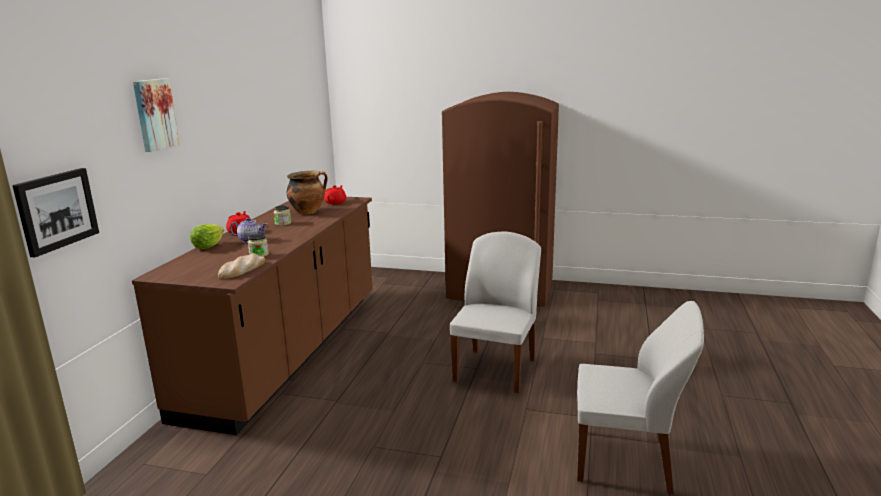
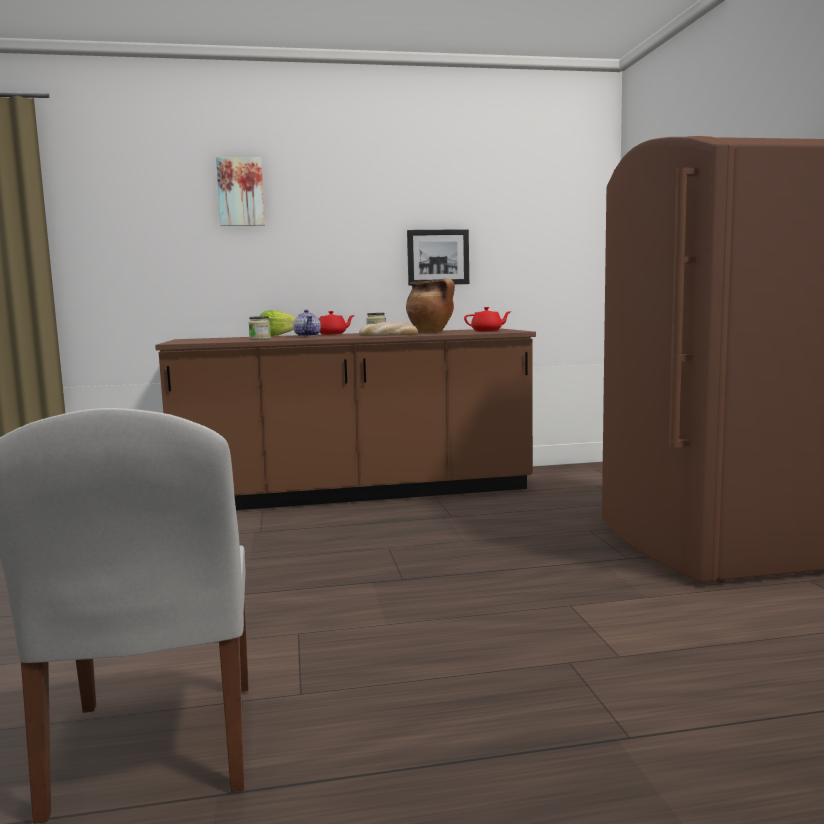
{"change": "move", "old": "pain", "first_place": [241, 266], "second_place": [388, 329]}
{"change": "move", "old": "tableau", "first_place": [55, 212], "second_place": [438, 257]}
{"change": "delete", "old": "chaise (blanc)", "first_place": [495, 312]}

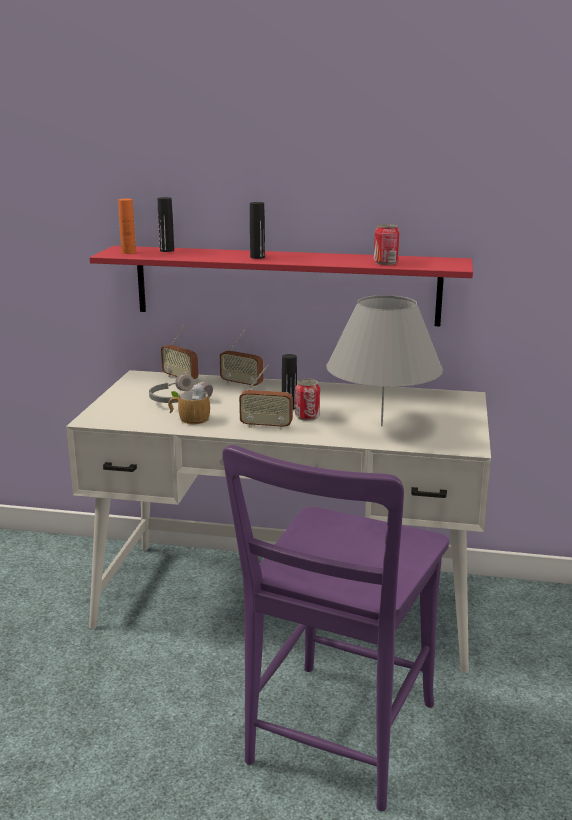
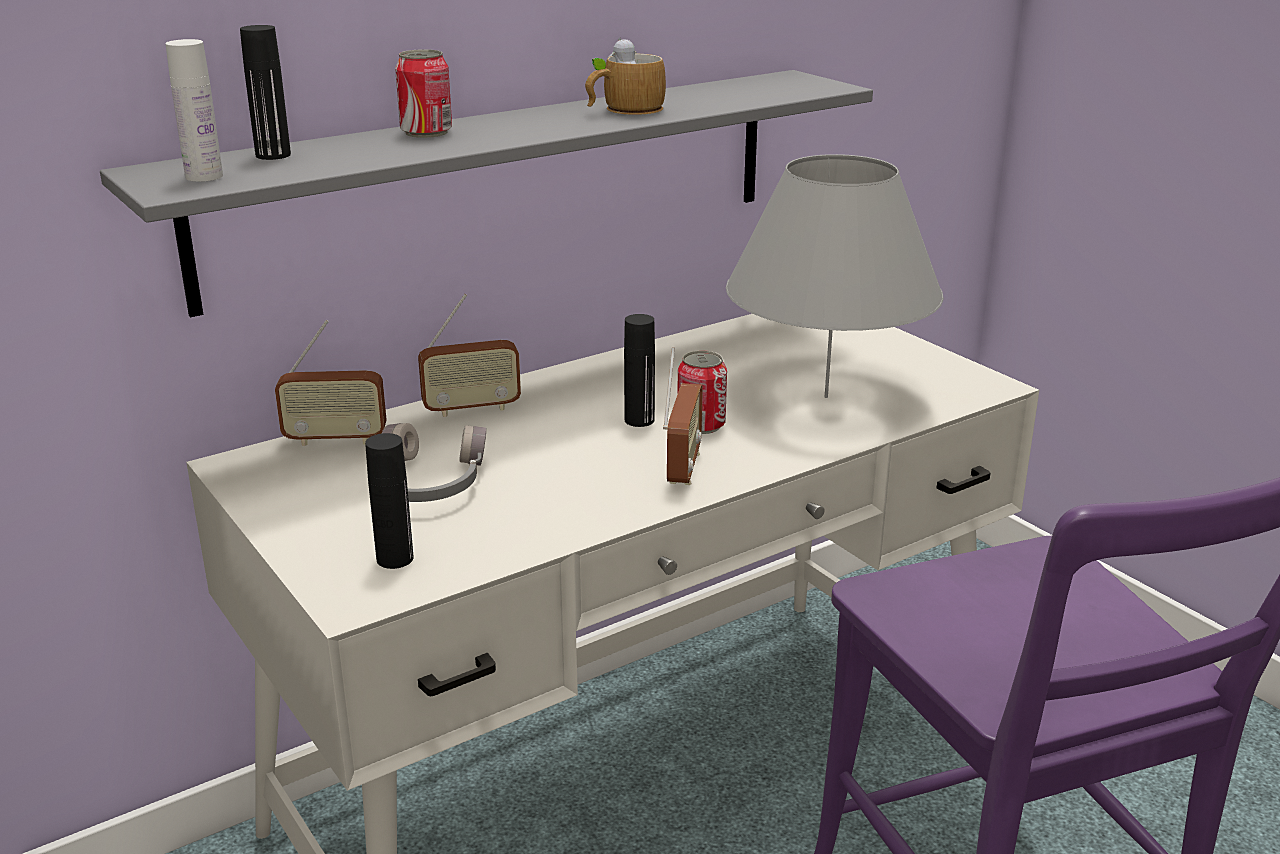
{"change": "recolor", "old": "étagère (rouge)", "new": "étagère (gris)", "first_place": [281, 286], "second_place": [486, 193]}
{"change": "recolor", "old": "bouteille (orange)", "new": "bouteille (blanc)", "first_place": [127, 226], "second_place": [194, 110]}
{"change": "move", "old": "bouteille (noir)", "first_place": [257, 230], "second_place": [389, 501]}
{"change": "move", "old": "boîte métallique", "first_place": [387, 244], "second_place": [423, 93]}
{"change": "move", "old": "mug", "first_place": [189, 403], "second_place": [625, 76]}
{"change": "rotate", "old": "radio", "first_place": [266, 397], "second_place": [683, 416], "degrees": -45}

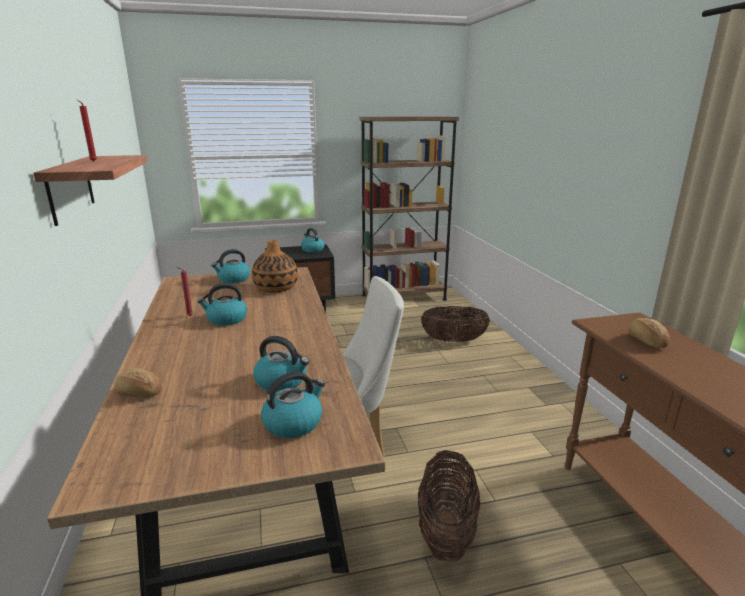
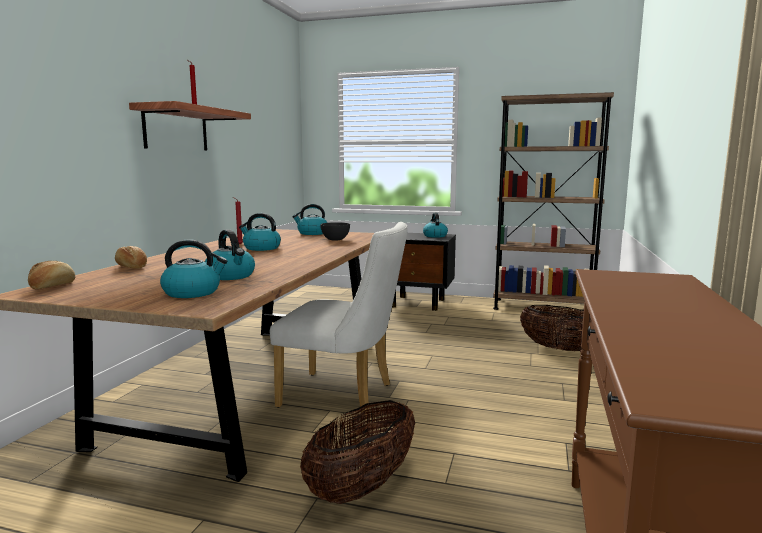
{"change": "move", "old": "pain", "first_place": [649, 333], "second_place": [51, 275]}
{"change": "replace", "old": "vase", "new": "bol (gris)", "first_place": [275, 266], "second_place": [335, 231]}

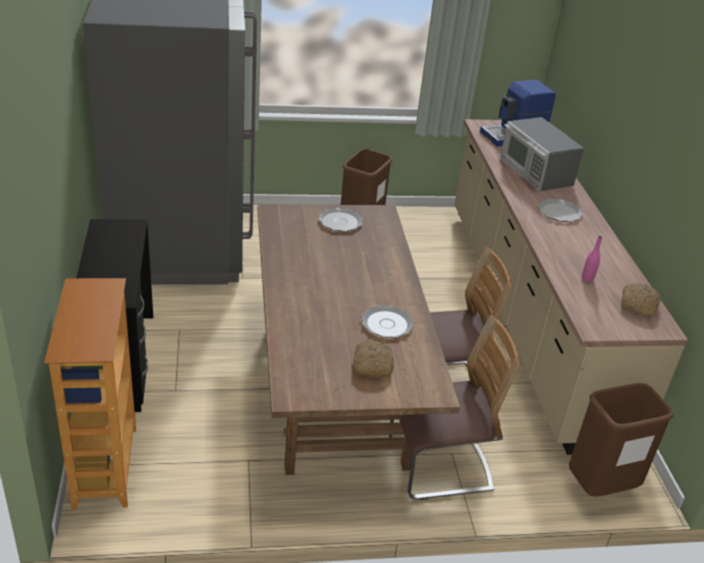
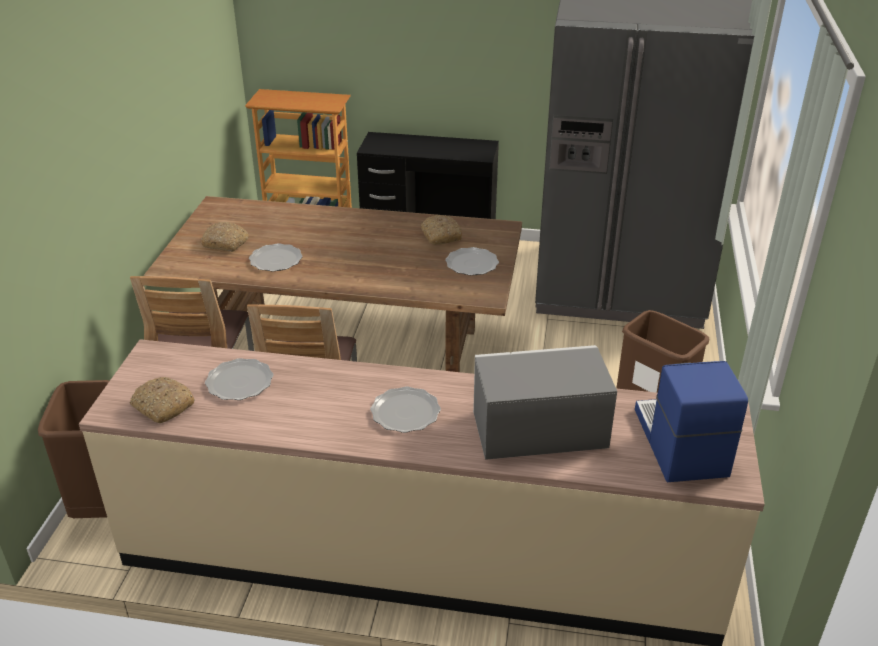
{"change": "replace", "old": "bouteille (rose)", "new": "assiette", "first_place": [592, 259], "second_place": [239, 379]}
{"change": "insert", "new": "pain", "second_place": [441, 230]}

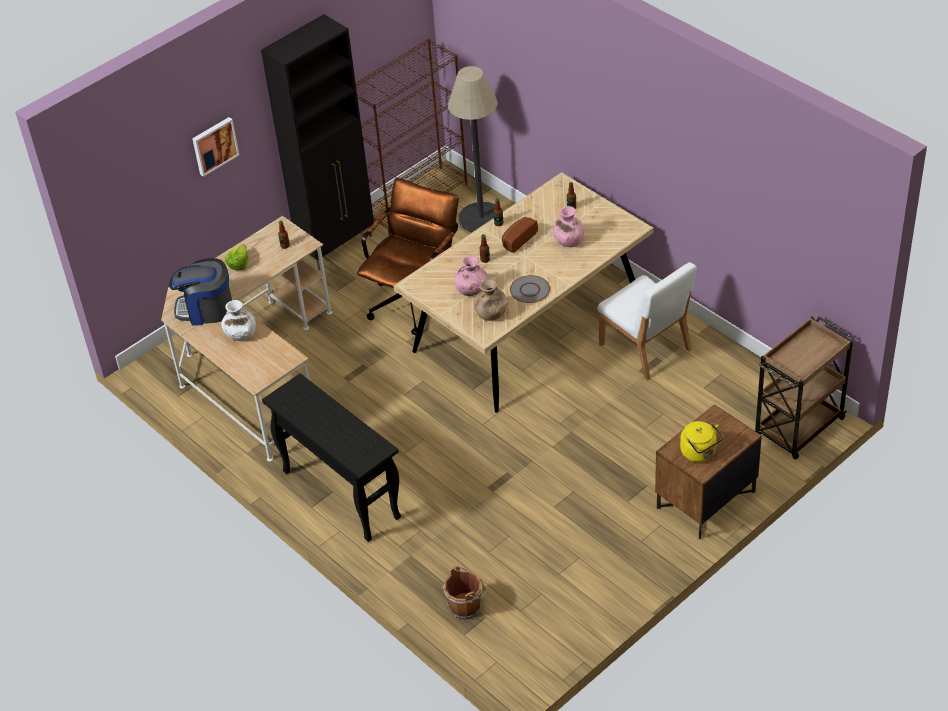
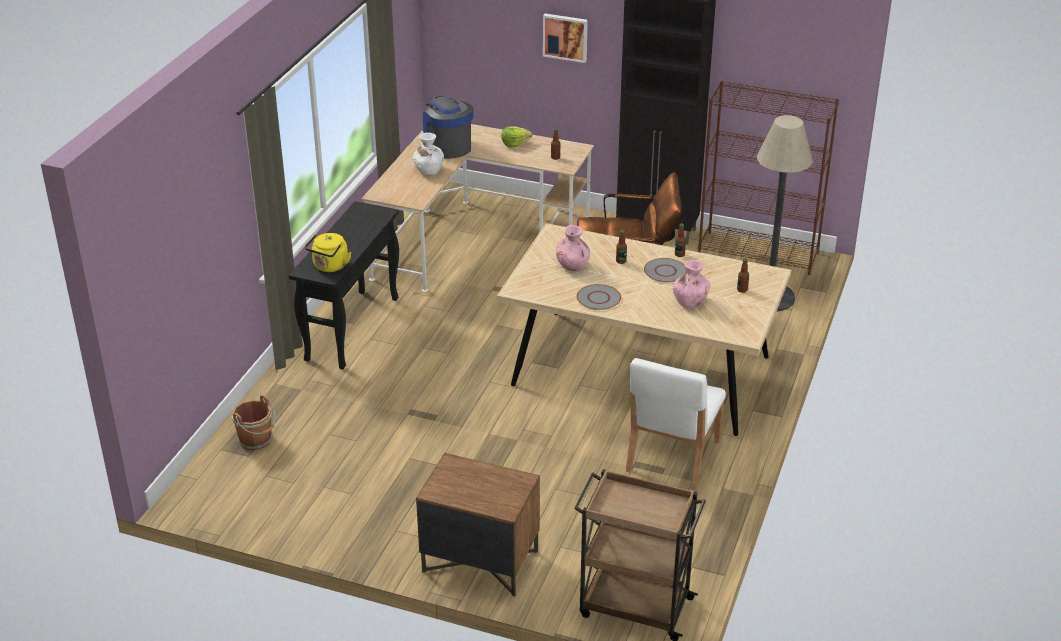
{"change": "move", "old": "bouilloire (jaune)", "first_place": [702, 441], "second_place": [328, 252]}
{"change": "replace", "old": "pain", "new": "assiette (gris)", "first_place": [520, 235], "second_place": [665, 270]}
{"change": "delete", "old": "vase (marron)", "first_place": [491, 300]}

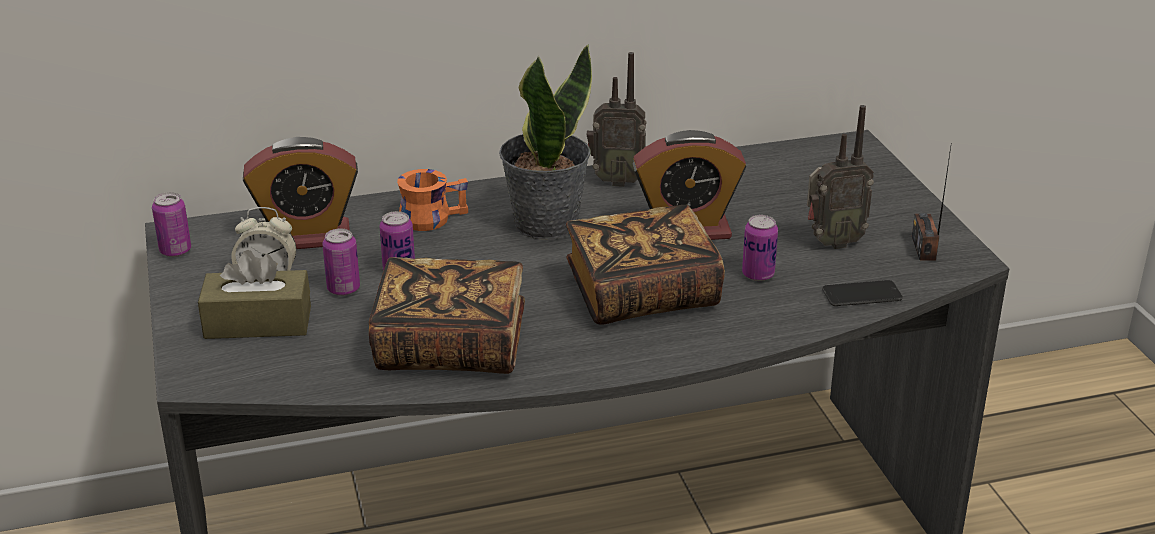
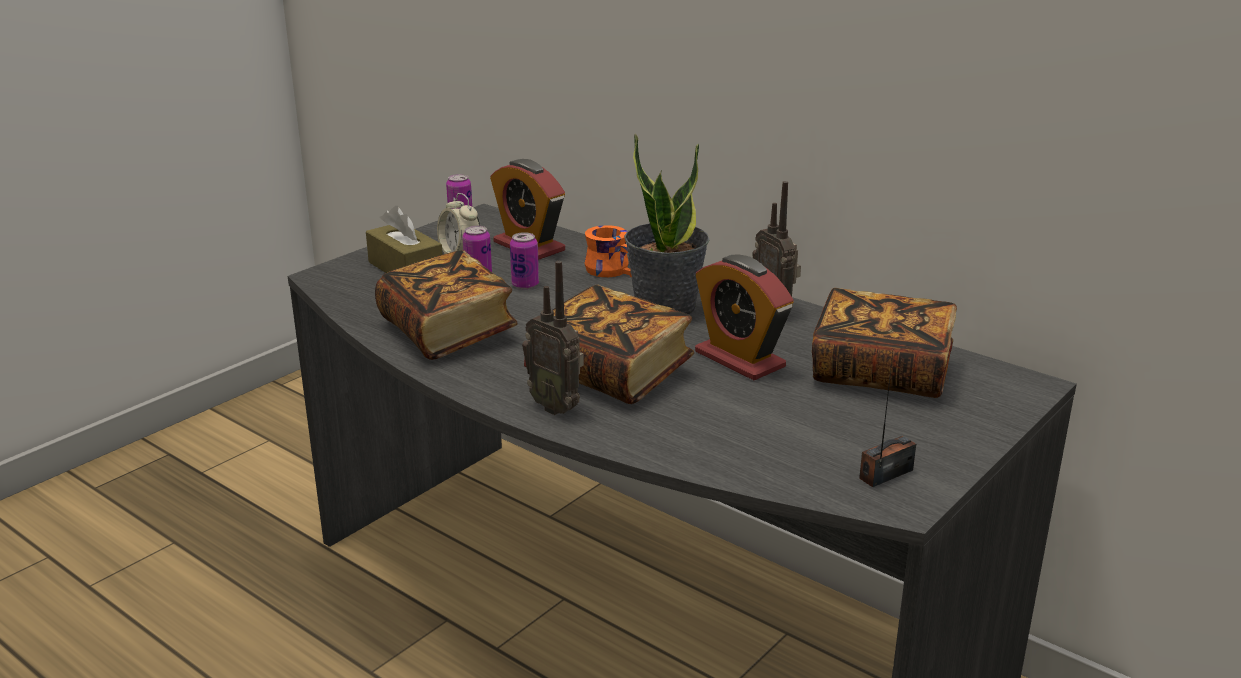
{"change": "move", "old": "radio", "first_place": [840, 177], "second_place": [553, 338]}
{"change": "insert", "new": "livre", "second_place": [884, 343]}
{"change": "delete", "old": "boîte métallique", "first_place": [760, 248]}
{"change": "delete", "old": "téléphone", "first_place": [862, 293]}

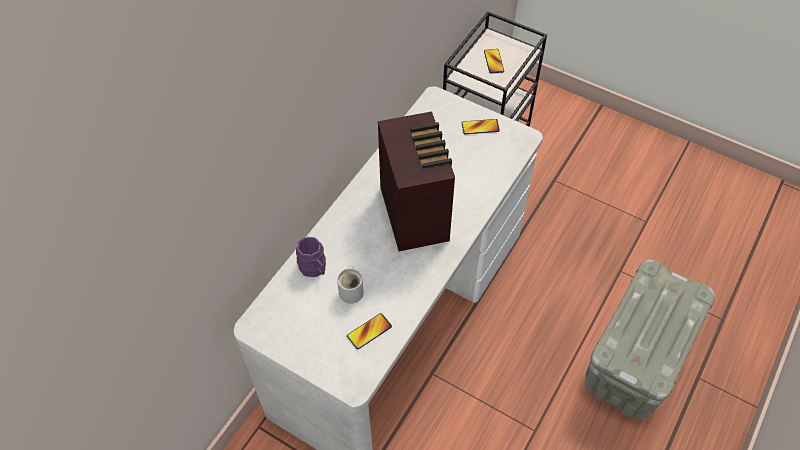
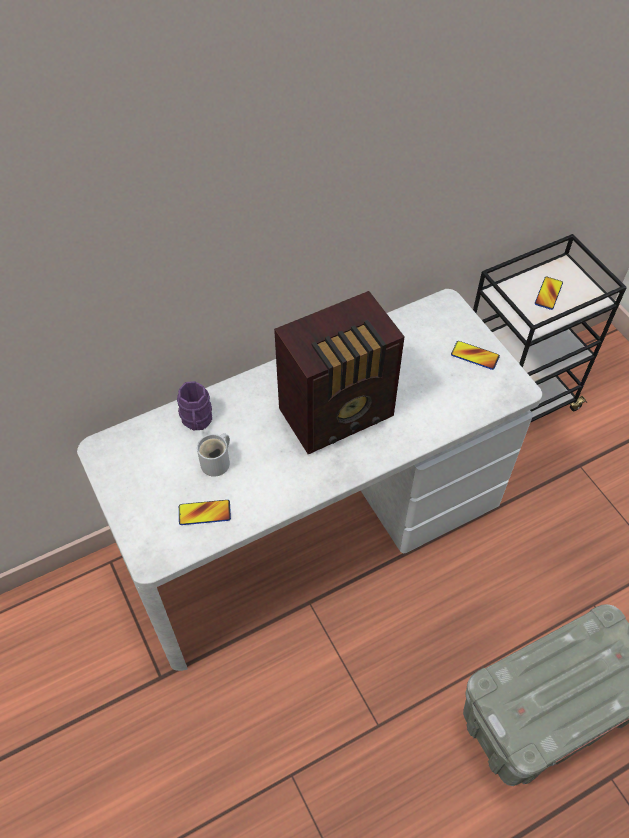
{"change": "rotate", "old": "radio", "first_place": [416, 181], "second_place": [339, 372], "degrees": 45}

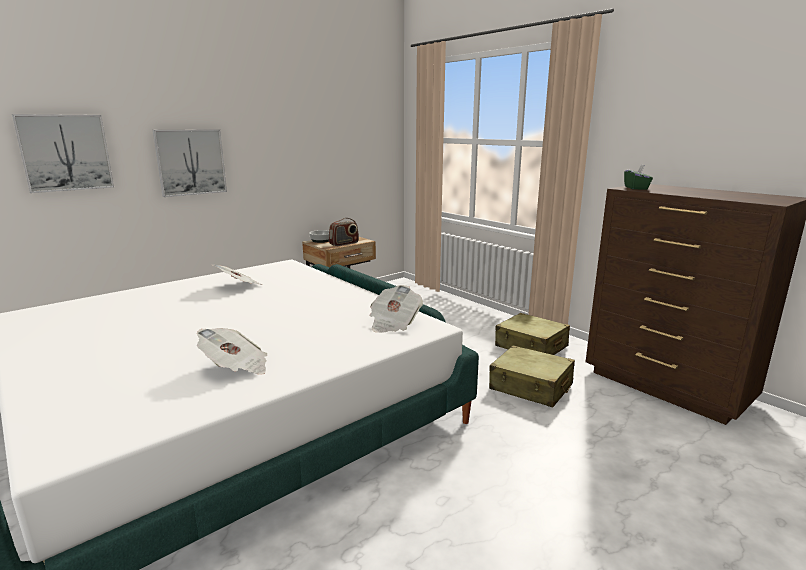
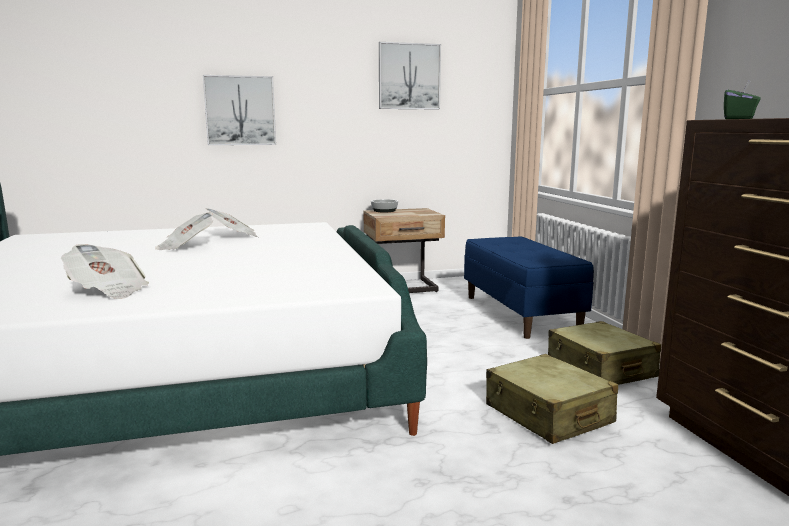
{"change": "move", "old": "journal", "first_place": [396, 309], "second_place": [184, 231]}
{"change": "move", "old": "tableau", "first_place": [63, 153], "second_place": [410, 76]}
{"change": "insert", "new": "banc (bleu)", "second_place": [529, 287]}
{"change": "delete", "old": "radio", "first_place": [344, 232]}

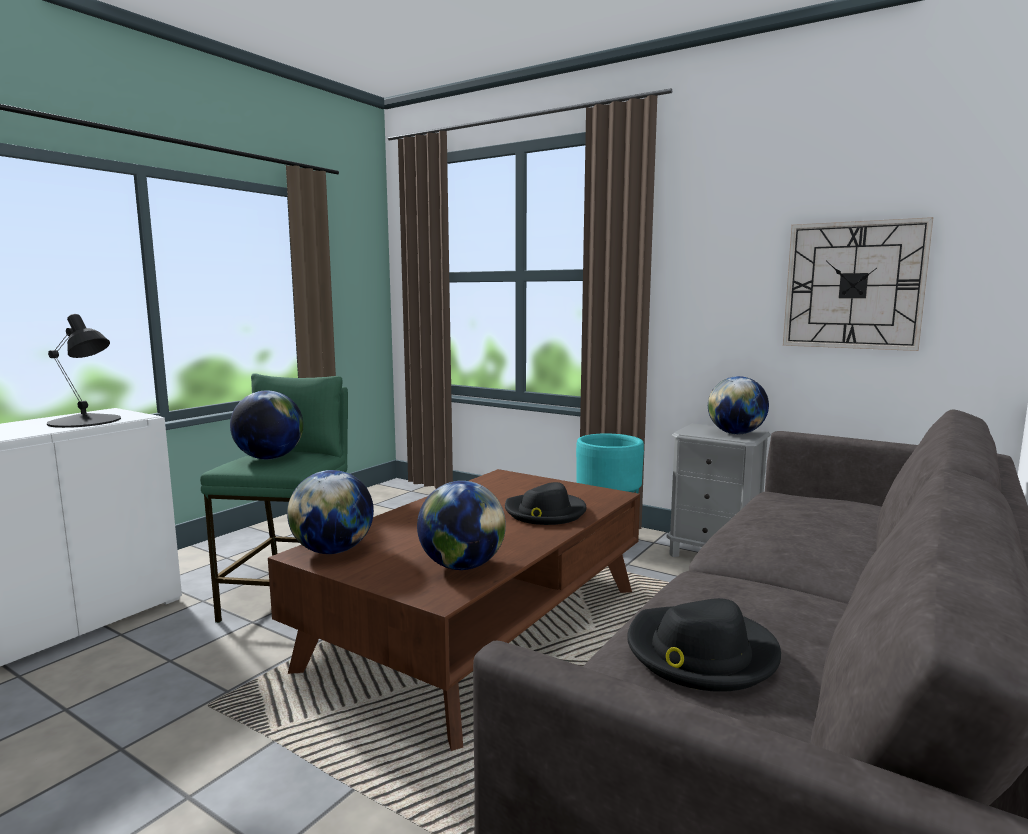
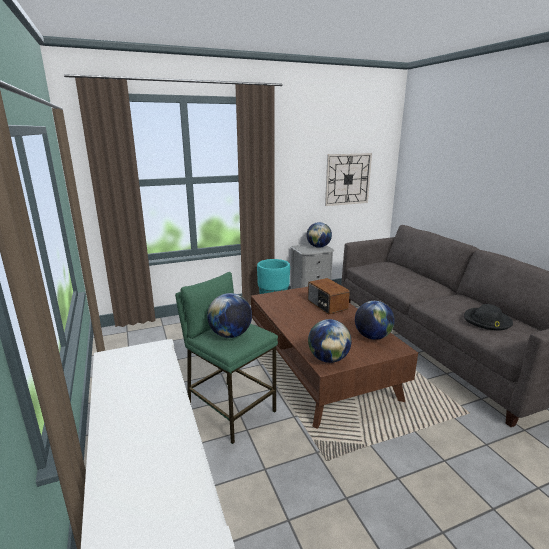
{"change": "replace", "old": "chapeau (noir)", "new": "radio", "first_place": [545, 503], "second_place": [329, 296]}
{"change": "delete", "old": "lampe de table (noir)", "first_place": [84, 371]}

